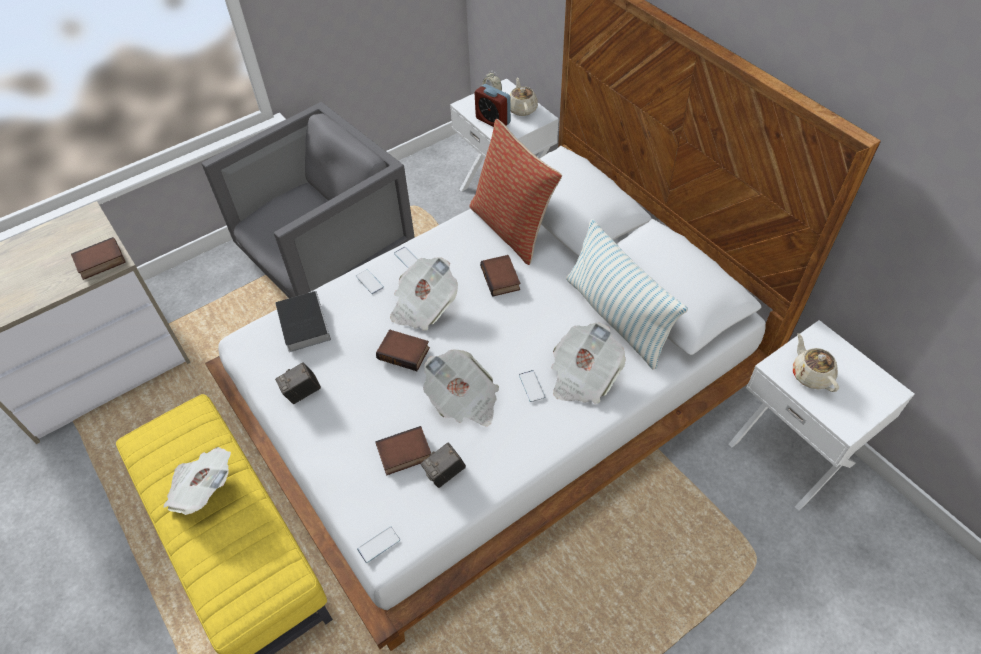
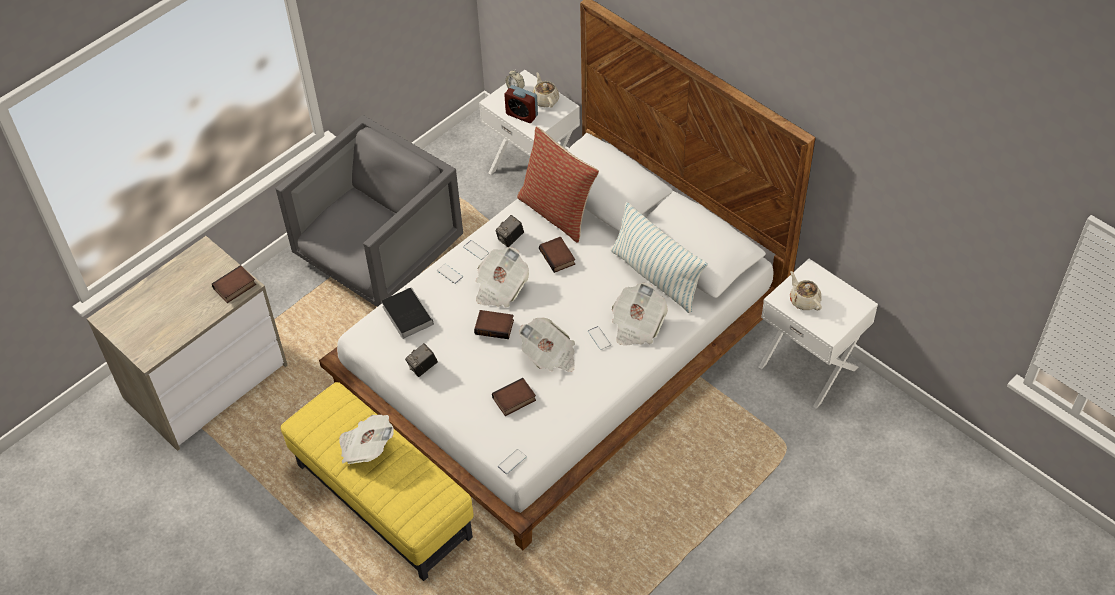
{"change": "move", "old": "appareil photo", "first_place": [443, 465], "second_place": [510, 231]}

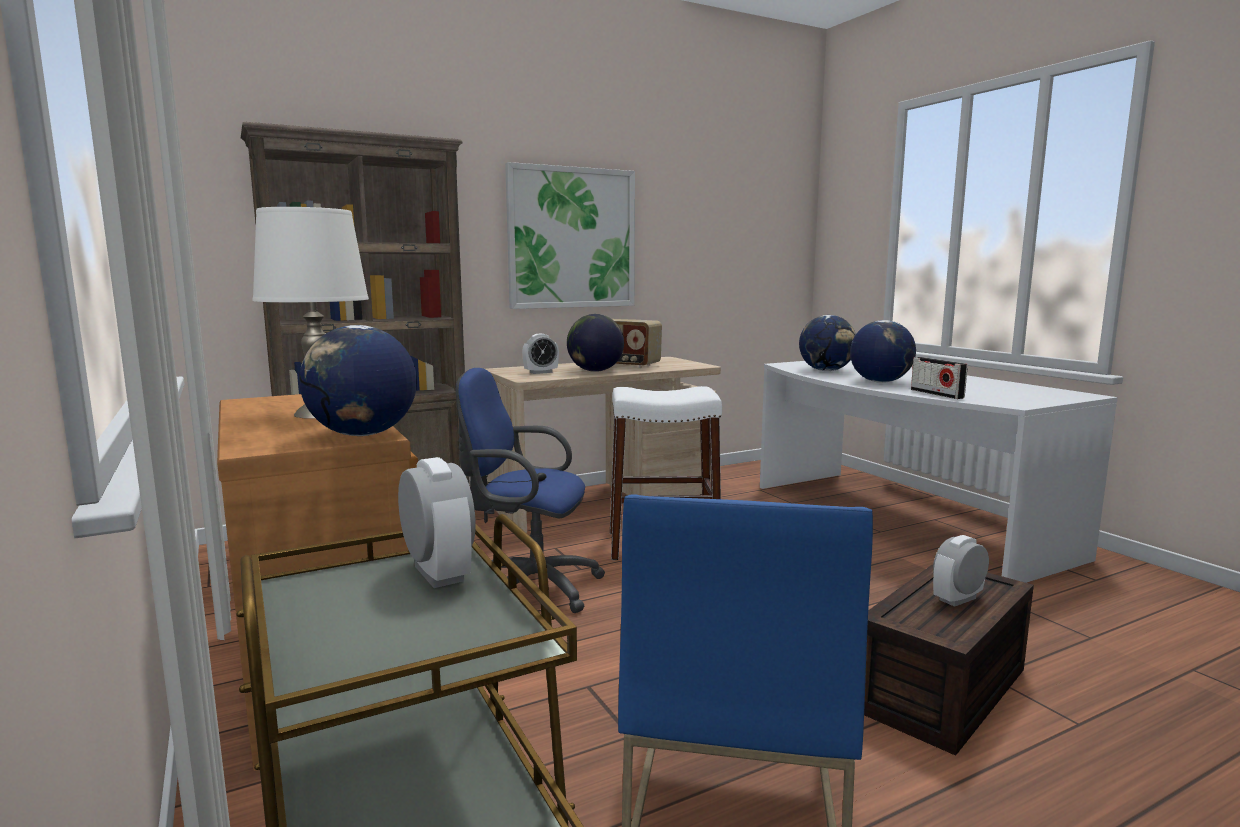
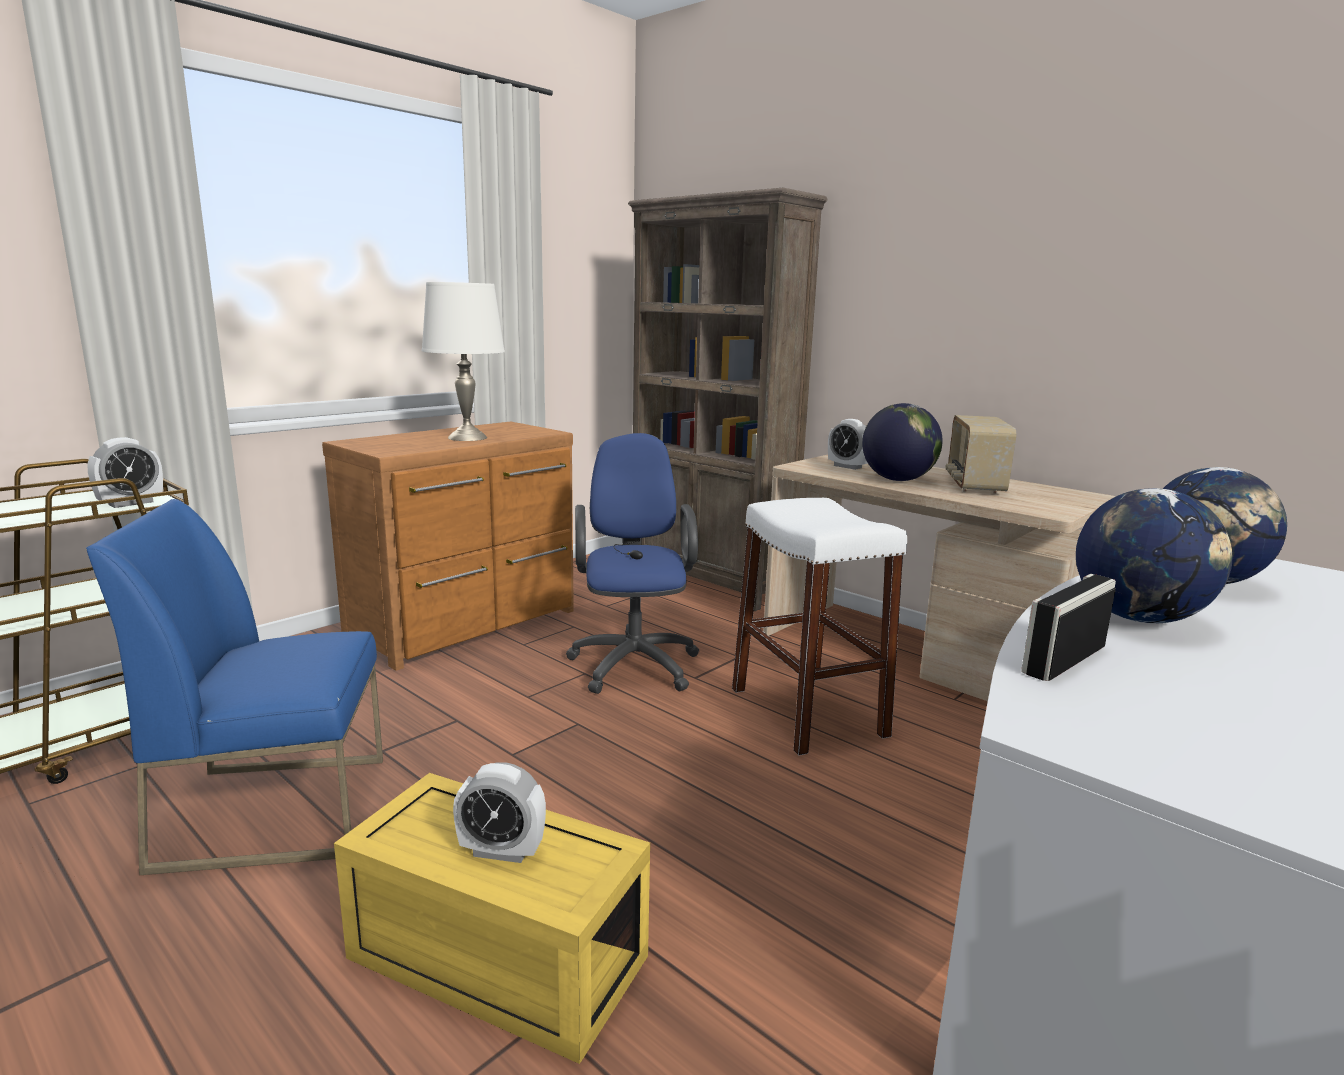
{"change": "recolor", "old": "boîte de rangement (marron)", "new": "boîte de rangement (jaune)", "first_place": [949, 660], "second_place": [492, 918]}
{"change": "rotate", "old": "réveil", "first_place": [961, 571], "second_place": [499, 812], "degrees": 150}
{"change": "delete", "old": "globe", "first_place": [358, 380]}
{"change": "delete", "old": "tableau", "first_place": [570, 235]}

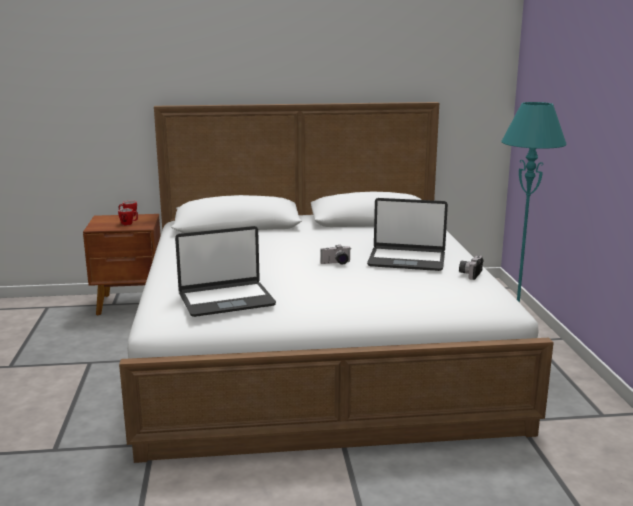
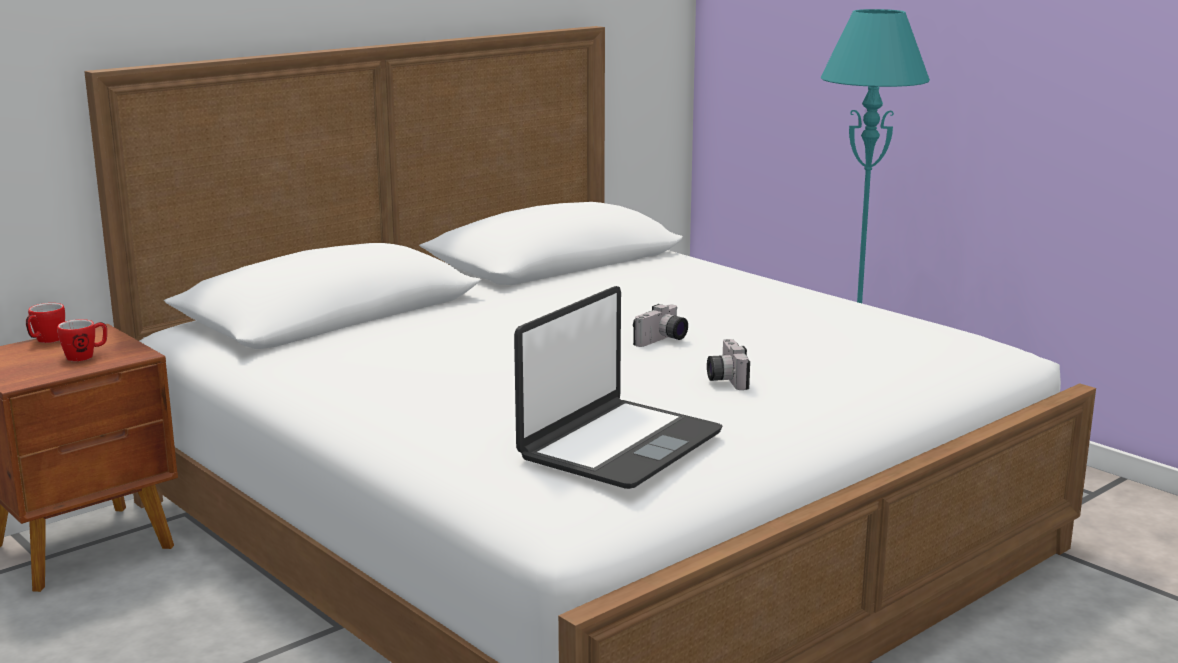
{"change": "move", "old": "appareil photo", "first_place": [471, 267], "second_place": [728, 364]}
{"change": "delete", "old": "ordinateur portable", "first_place": [407, 234]}

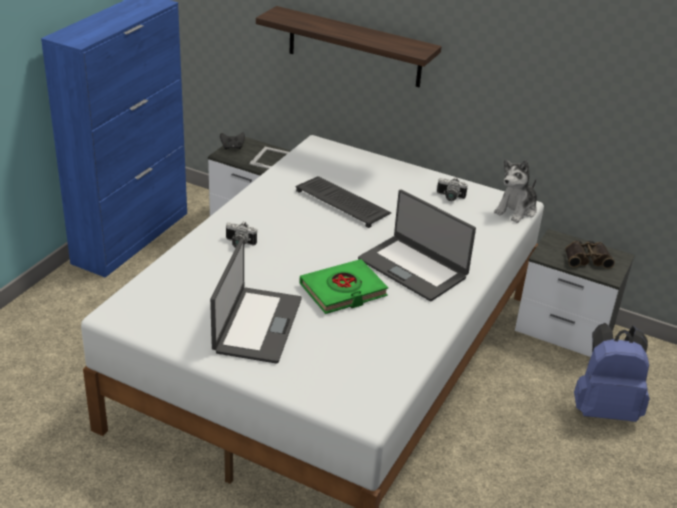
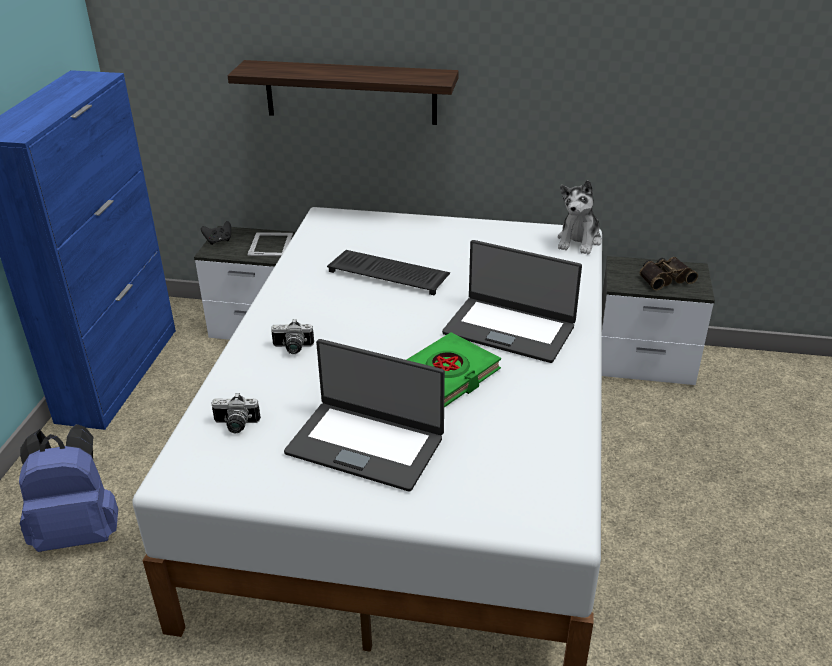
{"change": "move", "old": "sac à dos (bleu)", "first_place": [612, 372], "second_place": [68, 488]}
{"change": "move", "old": "appareil photo", "first_place": [452, 189], "second_place": [236, 413]}
{"change": "rotate", "old": "ordinateur portable", "first_place": [256, 301], "second_place": [364, 415], "degrees": 120}

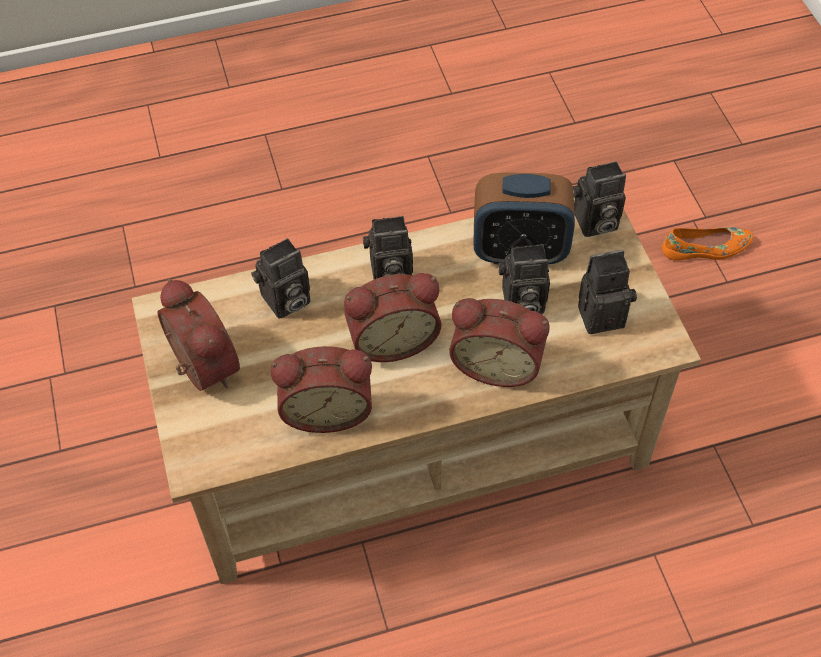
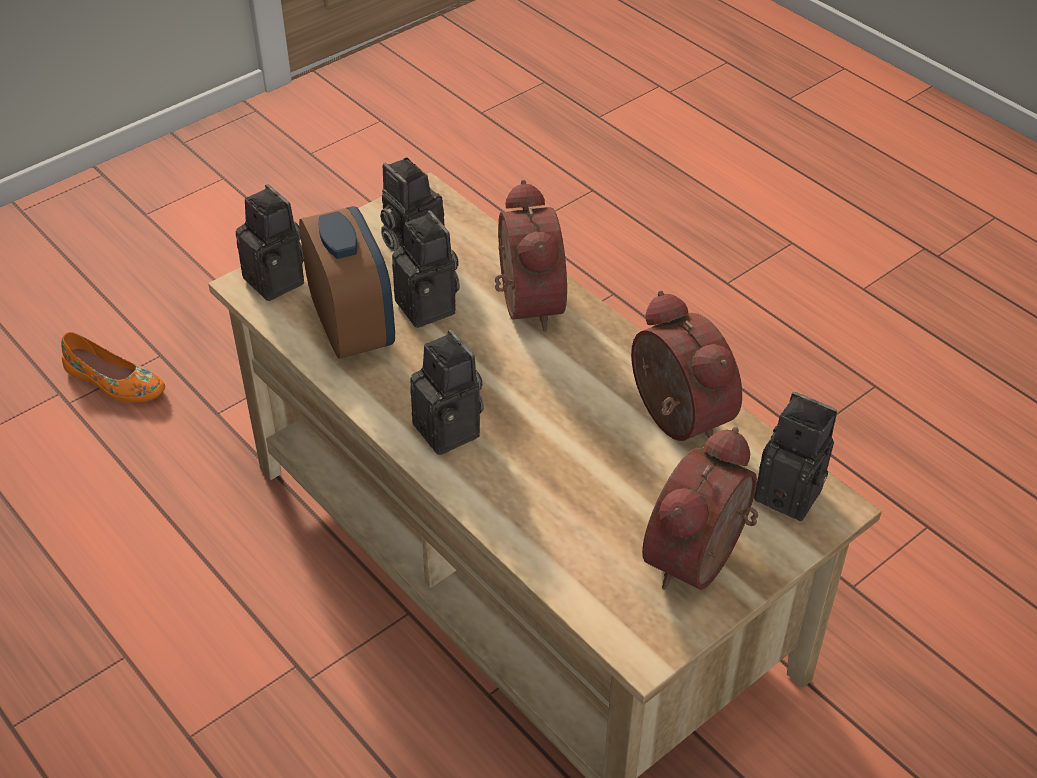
{"change": "rotate", "old": "chaussure (orange)", "first_place": [707, 244], "second_place": [113, 367], "degrees": 150}
{"change": "move", "old": "appareil photo", "first_place": [280, 278], "second_place": [795, 456]}
{"change": "delete", "old": "réveil", "first_place": [392, 317]}

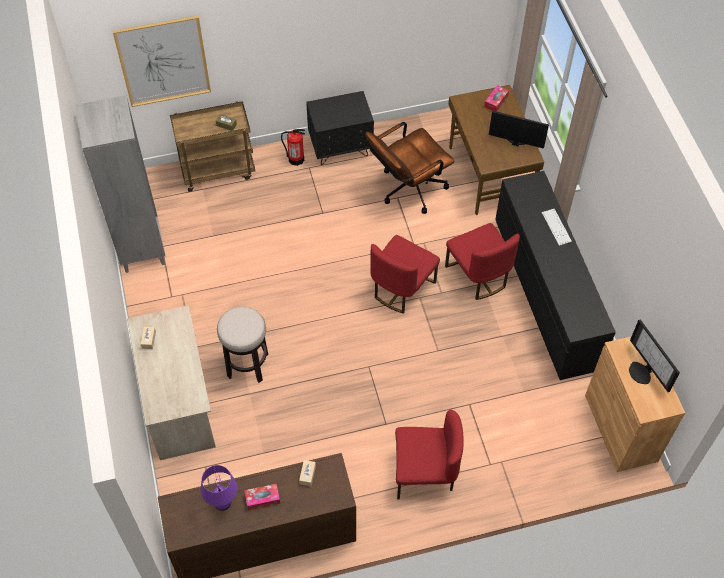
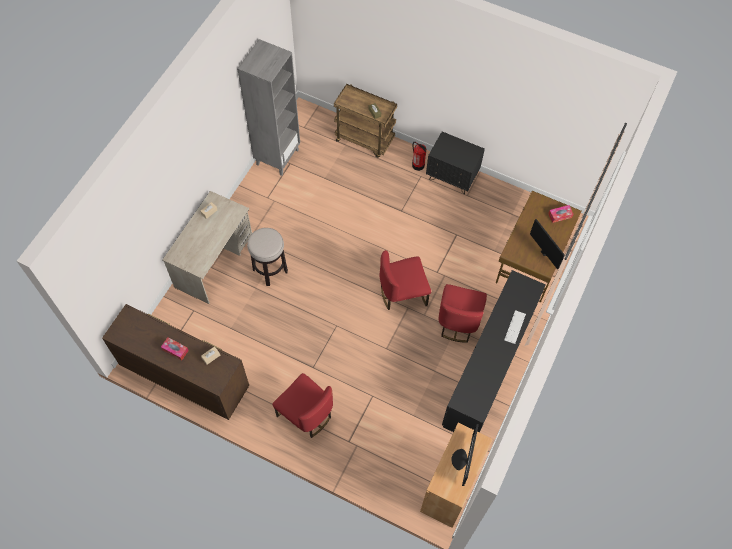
{"change": "delete", "old": "tableau", "first_place": [162, 61]}
{"change": "delete", "old": "lampe de table (violet)", "first_place": [219, 488]}
{"change": "delete", "old": "chaise de bureau (marron)", "first_place": [410, 168]}

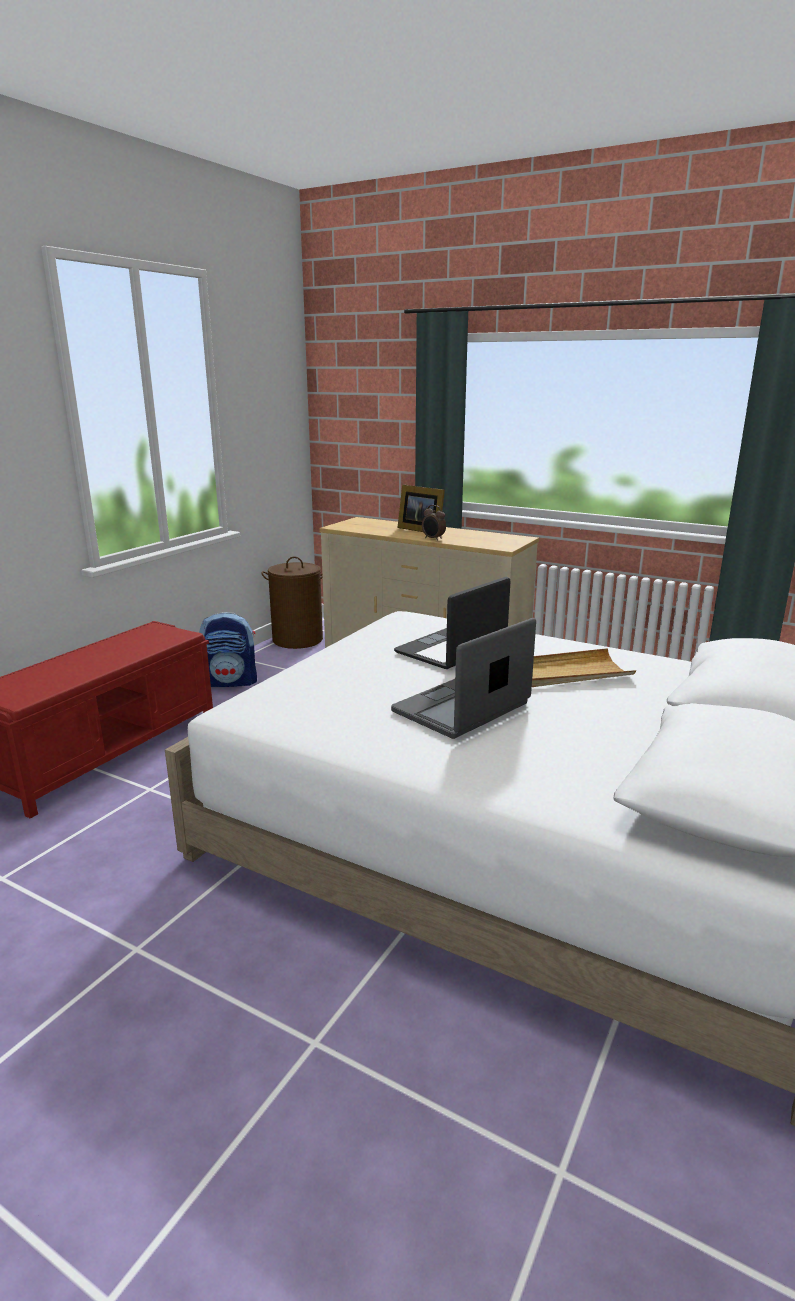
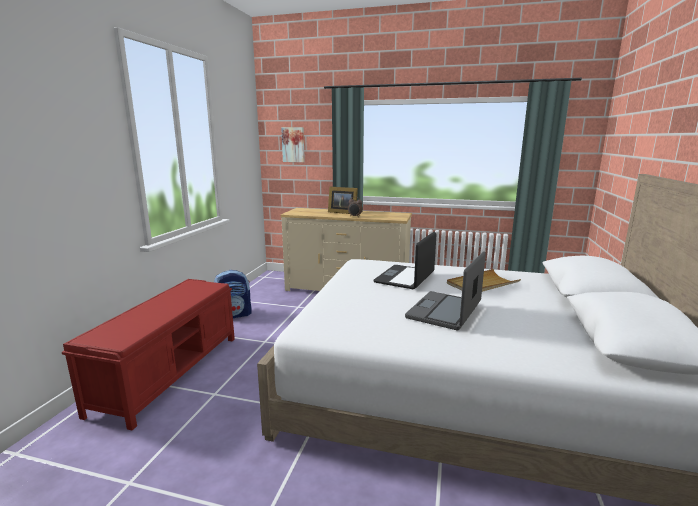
{"change": "insert", "new": "tableau", "second_place": [293, 144]}
{"change": "delete", "old": "panier à linge (marron)", "first_place": [292, 602]}

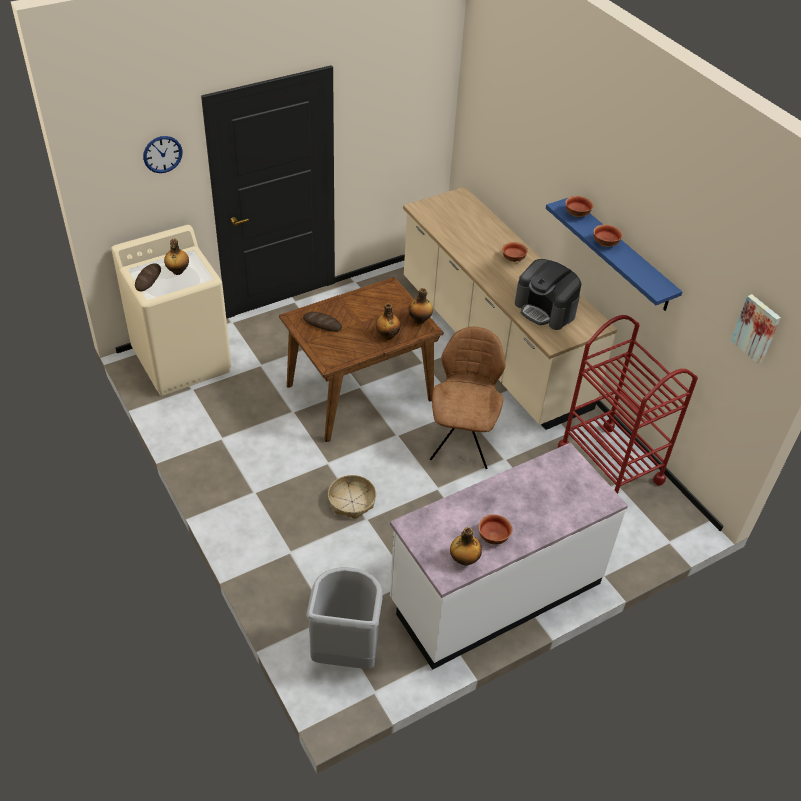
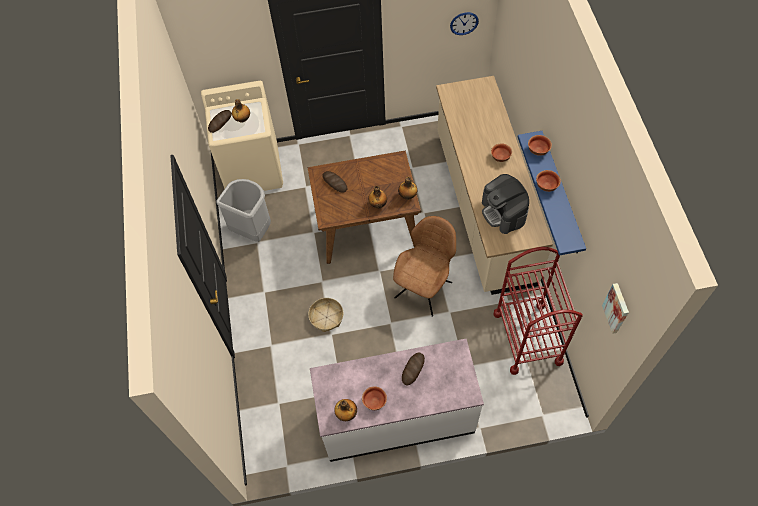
{"change": "move", "old": "poubelle (gris)", "first_place": [344, 618], "second_place": [243, 210]}
{"change": "insert", "new": "pain", "second_place": [413, 369]}
{"change": "move", "old": "horloge murale", "first_place": [163, 154], "second_place": [464, 23]}

